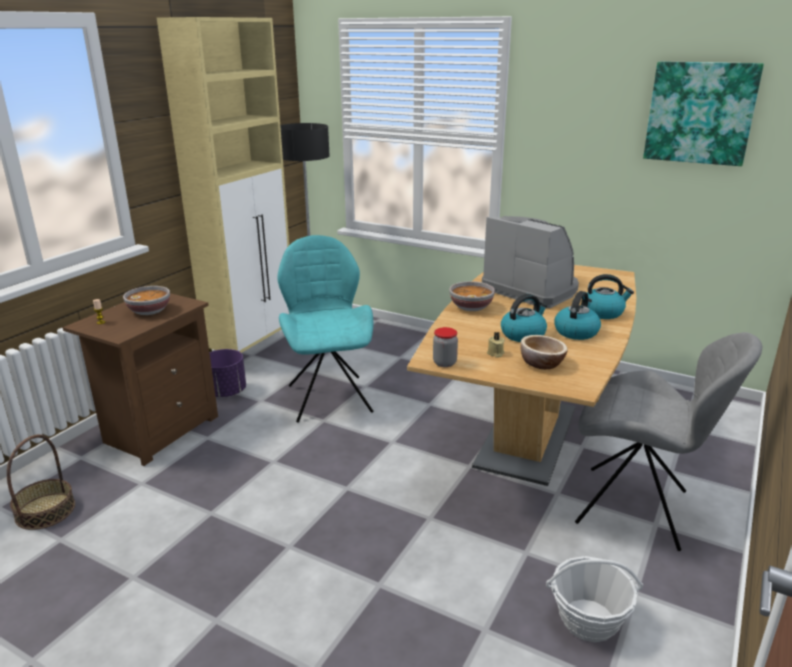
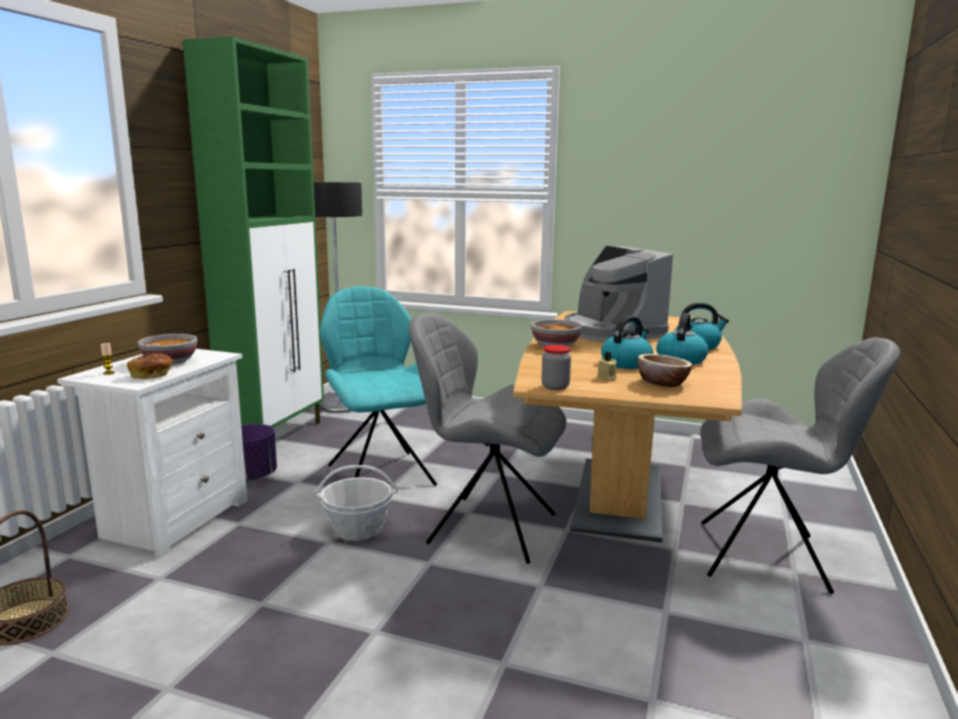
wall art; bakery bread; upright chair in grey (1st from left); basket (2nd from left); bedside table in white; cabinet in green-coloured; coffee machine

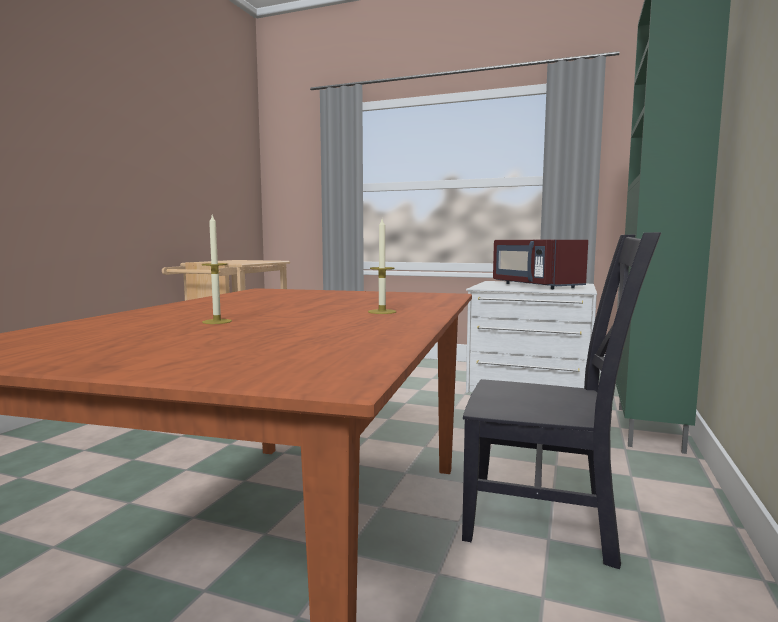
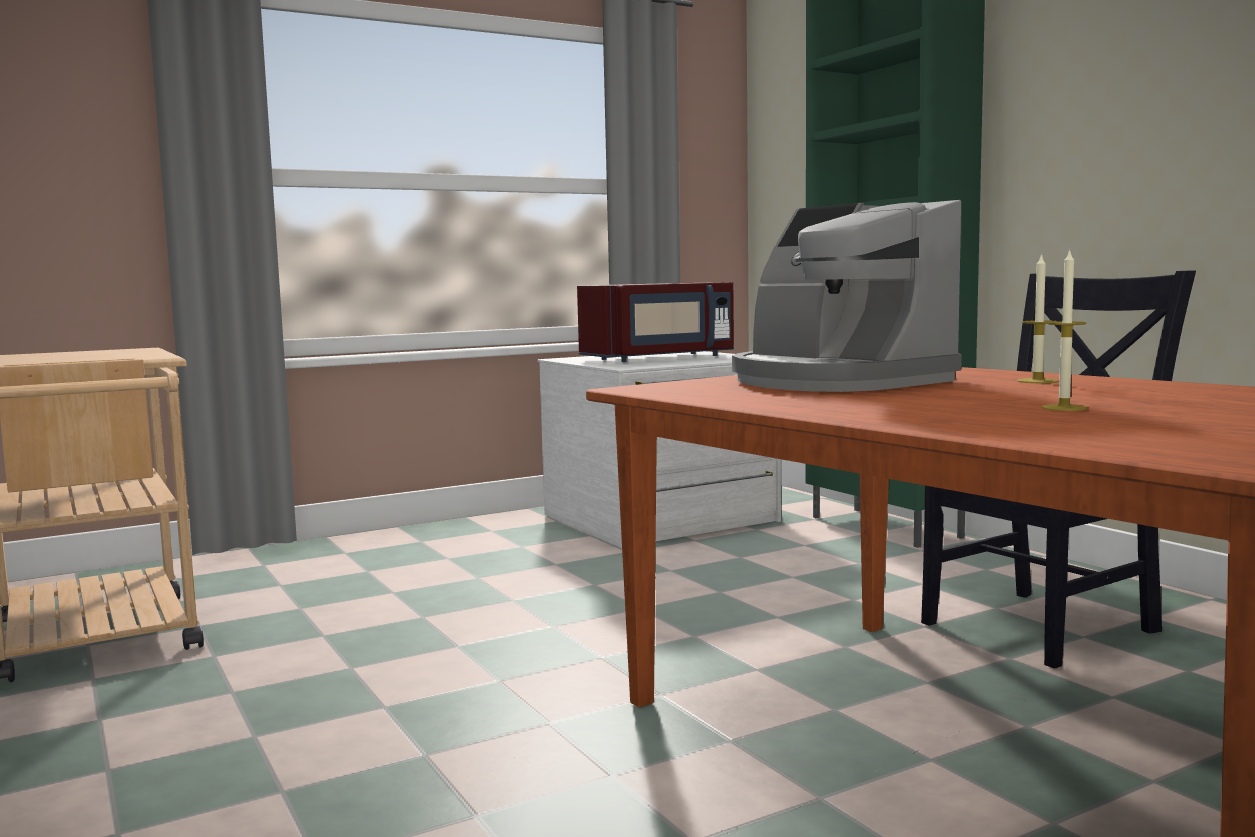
coffee machine; microwave in red

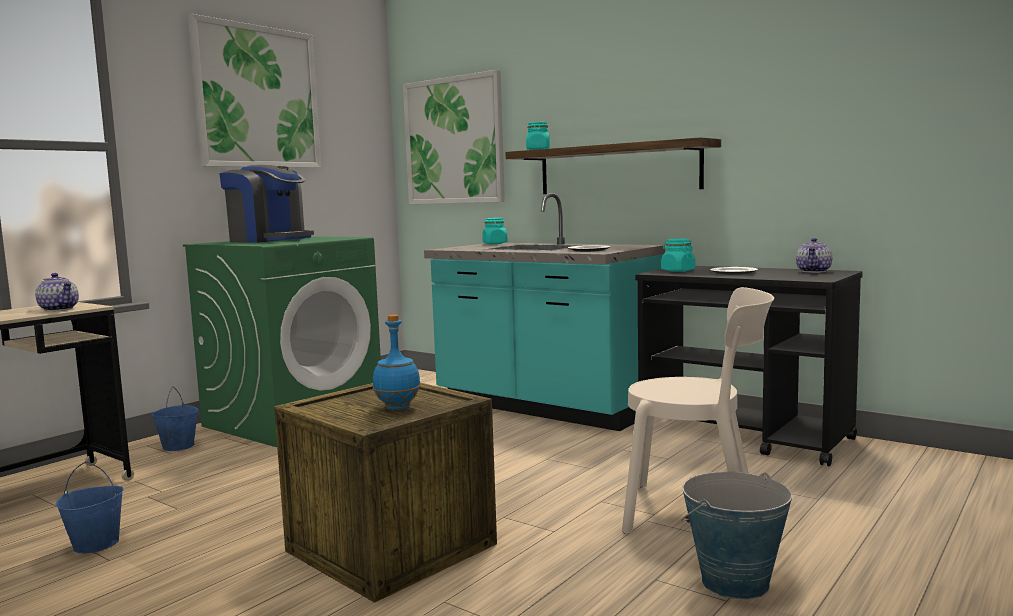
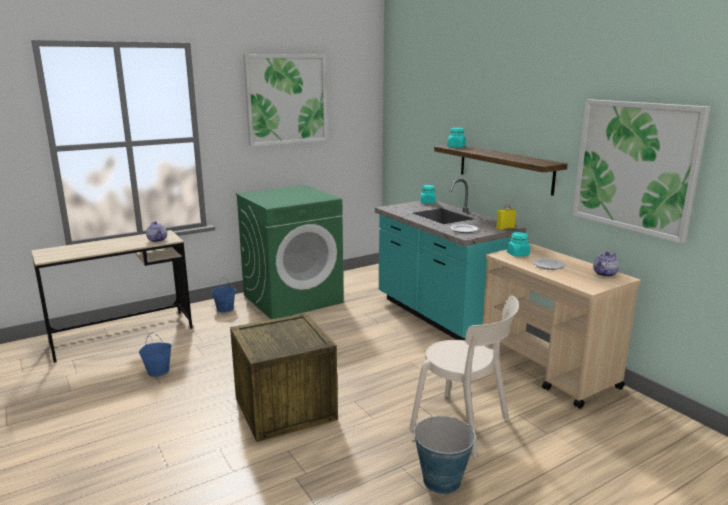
coffee machine; beverage bottle in bluish; beverage bottle in yellowish; wall art (2nd from left); cart in sand-coloured

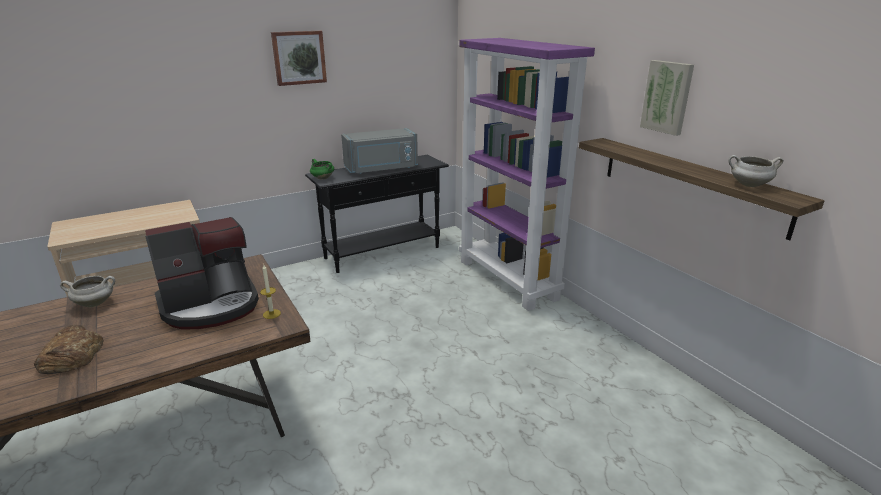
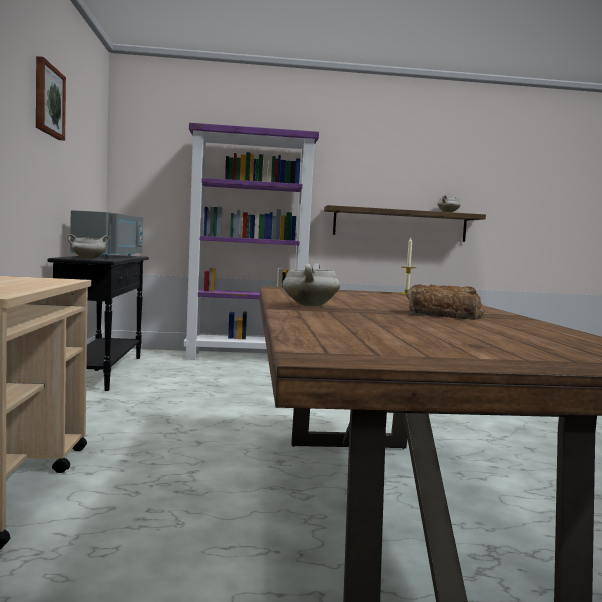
coffee machine; wall art (2nd from left in the first image); cooking pot in white (1st from left)

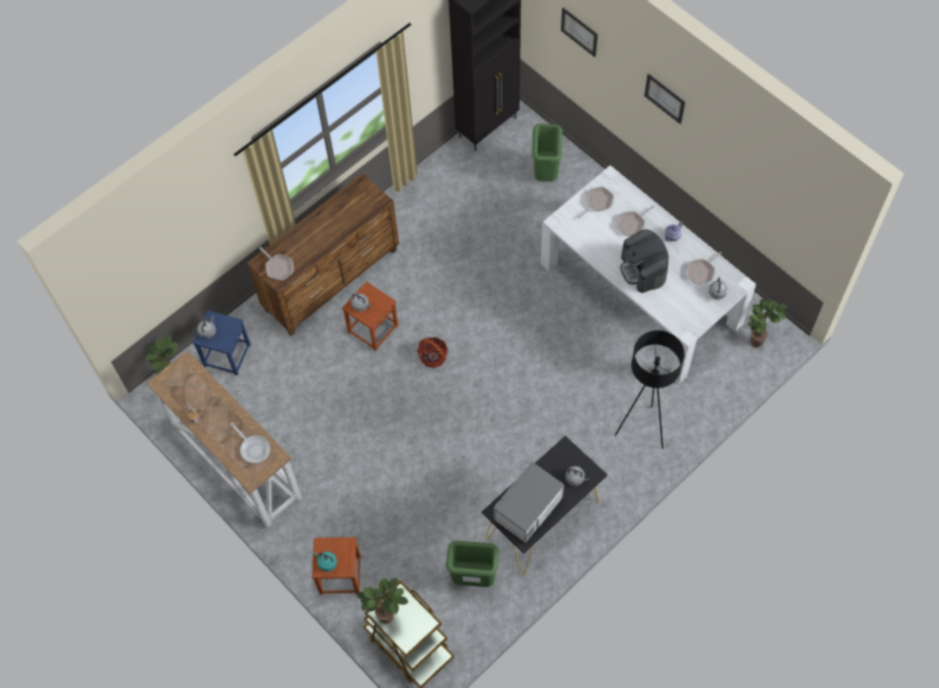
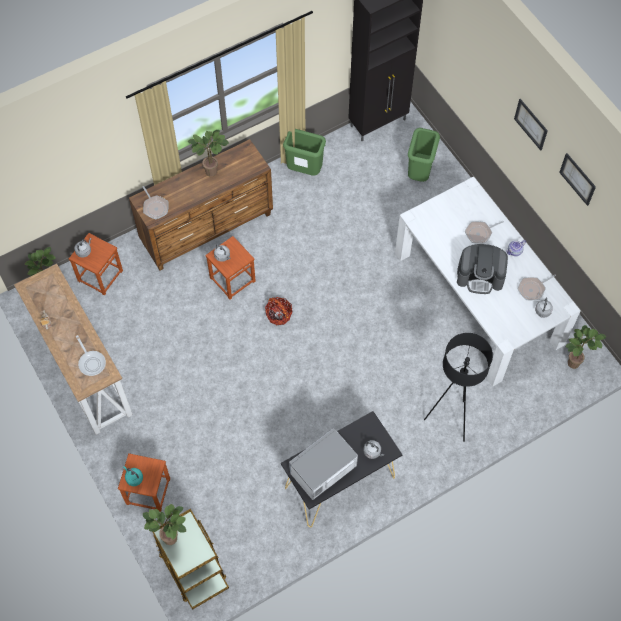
skillet (3rd from left in the first image); potted plant (3rd from left); trash can in green-coloured (1st from left); wall art (2nd from left); stool seat in brown-coloured (1st from left); coffee machine

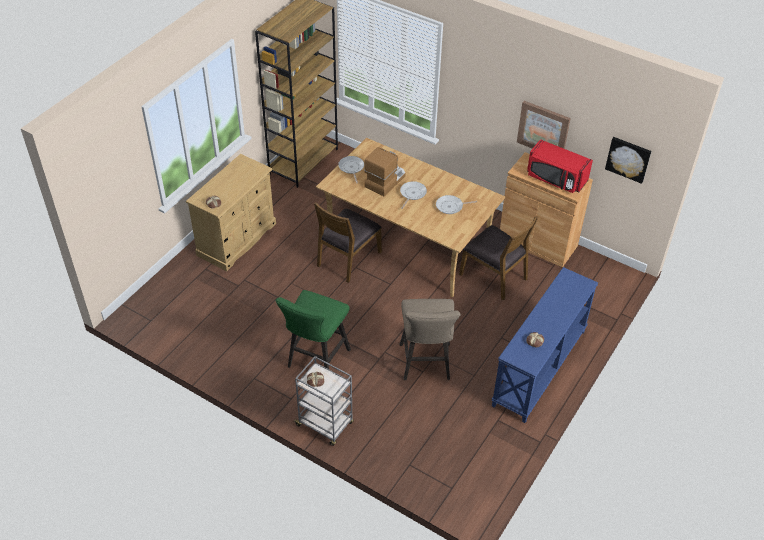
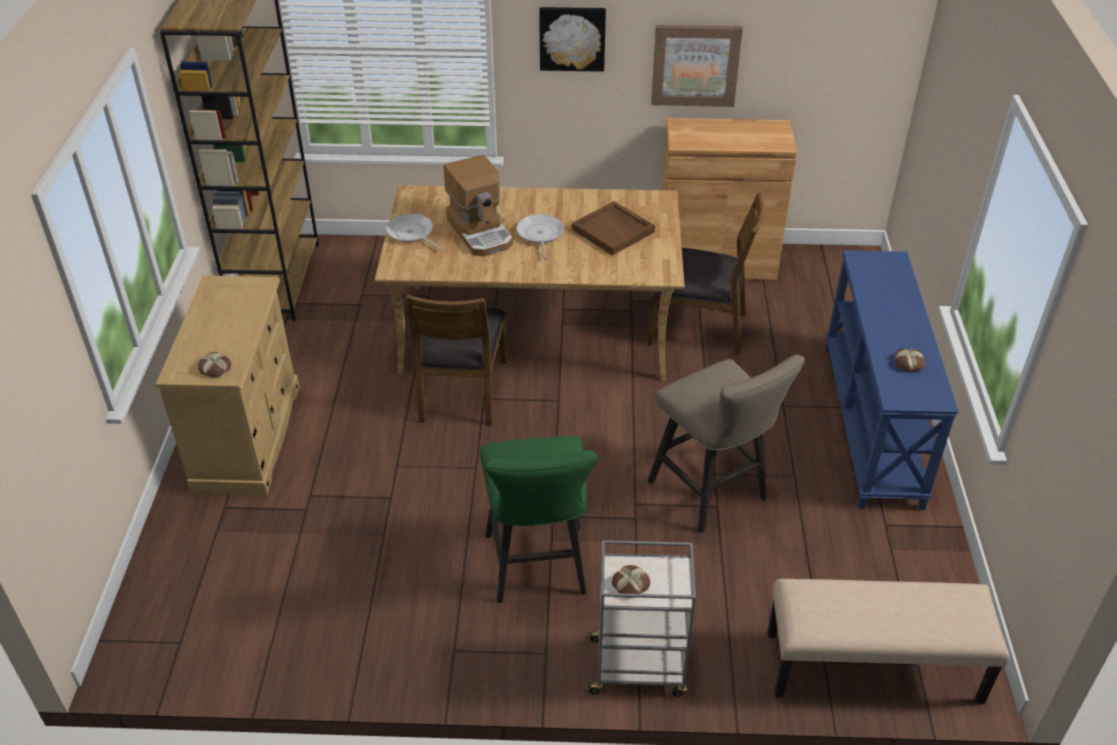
microwave in red; long seat in sand-coloured; wall art (1st from left); tray in brown-coloured; coffee machine

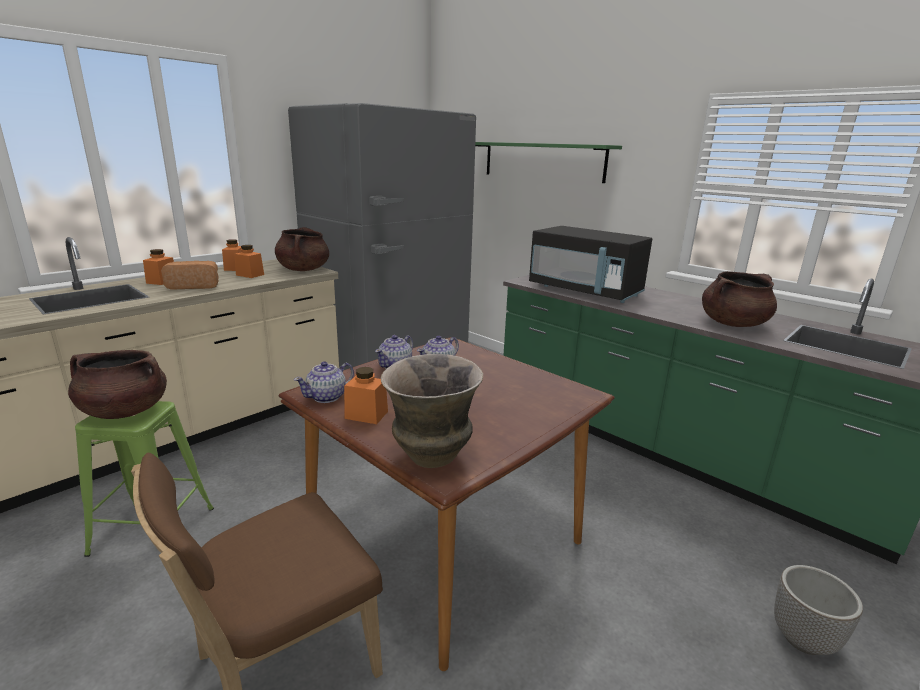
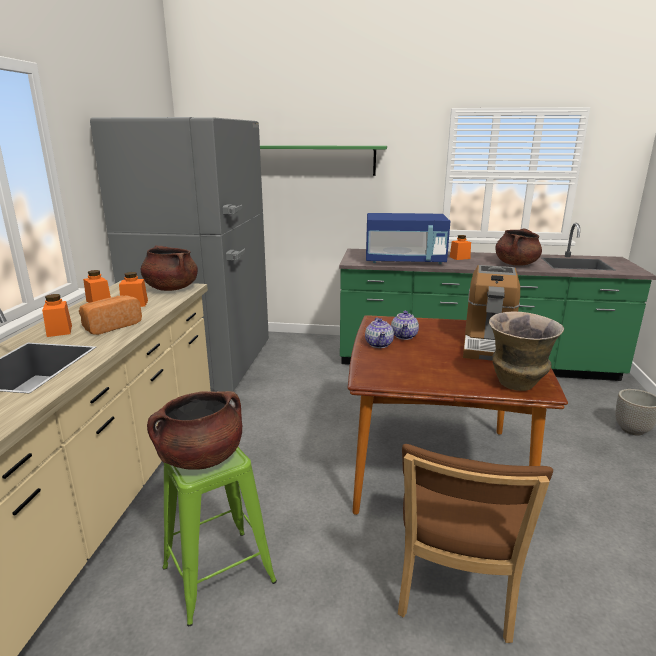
pot for tea (1st from left in the first image); coffee machine; preserve jar in orange-coloured (4th from left); microwave in bluish

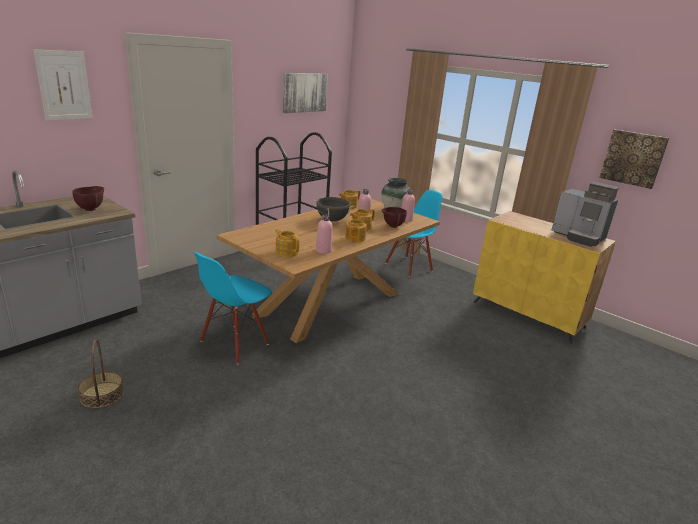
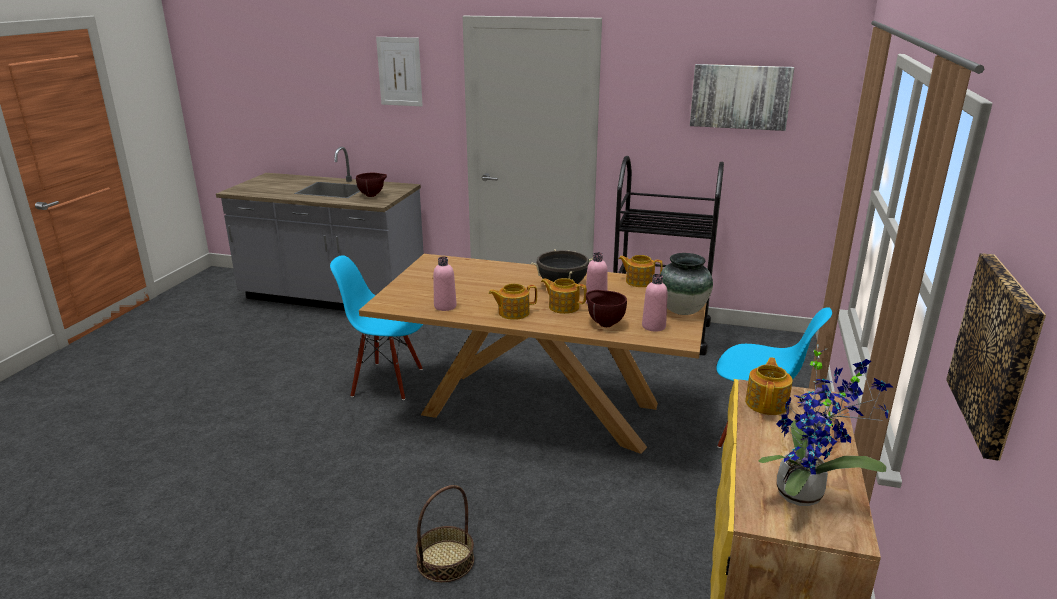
basket; pot for tea (4th from left); potted plant

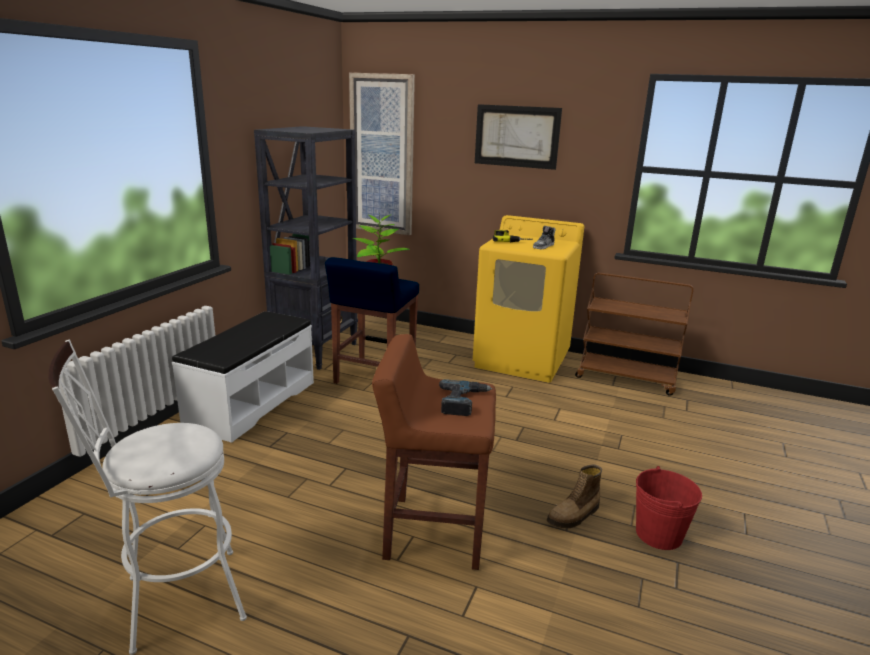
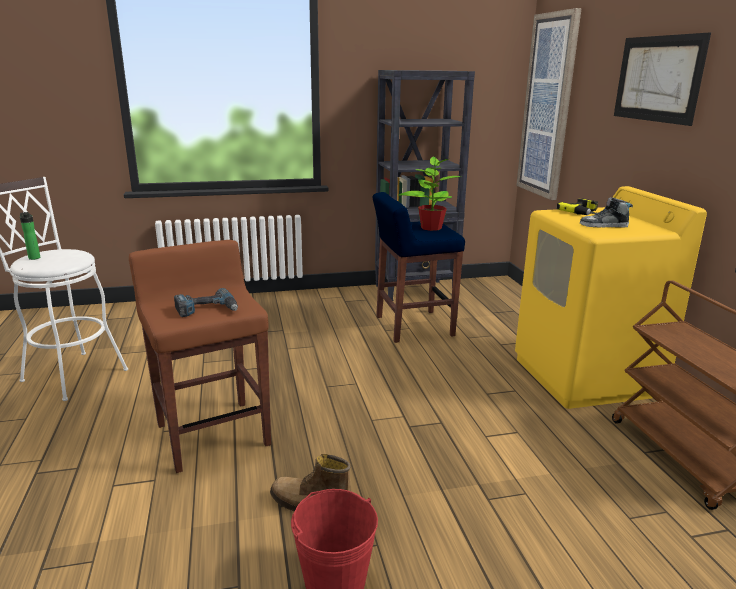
long seat in white; beverage bottle

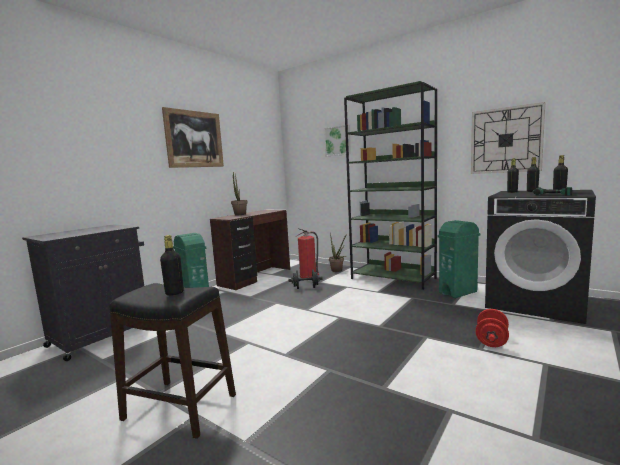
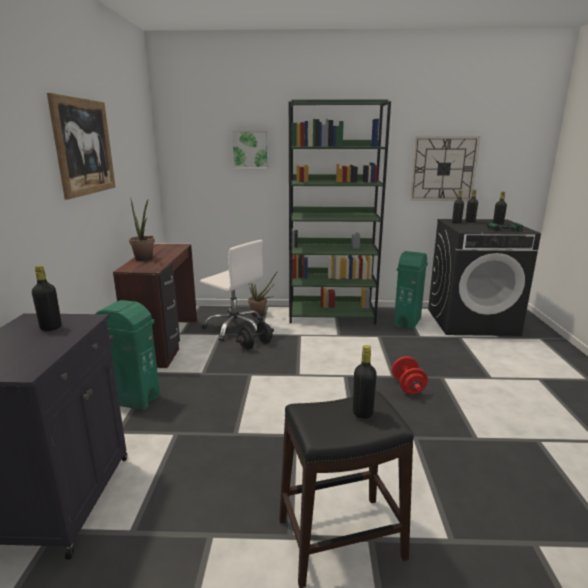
beverage bottle in black-coloured (1st from left); free weight in red; office chair in white

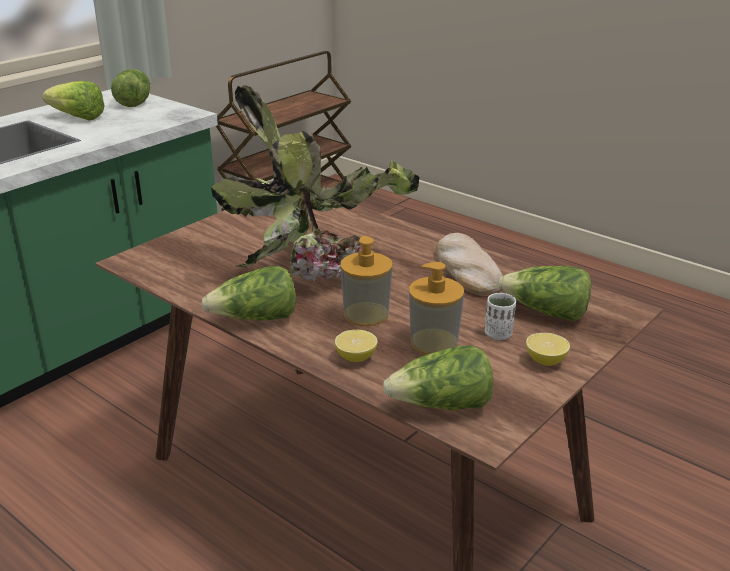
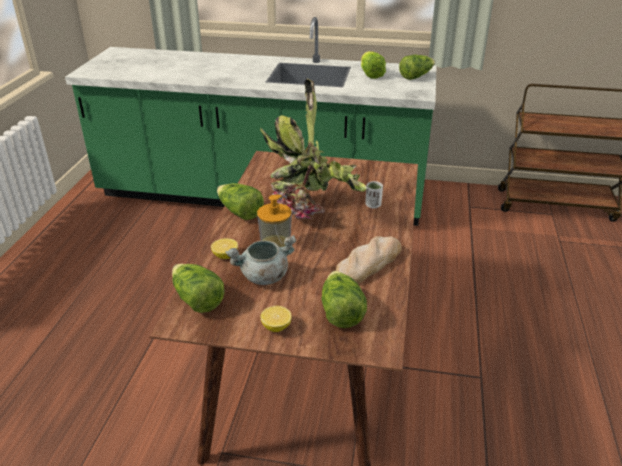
small cup in white; cooking pot in grey

